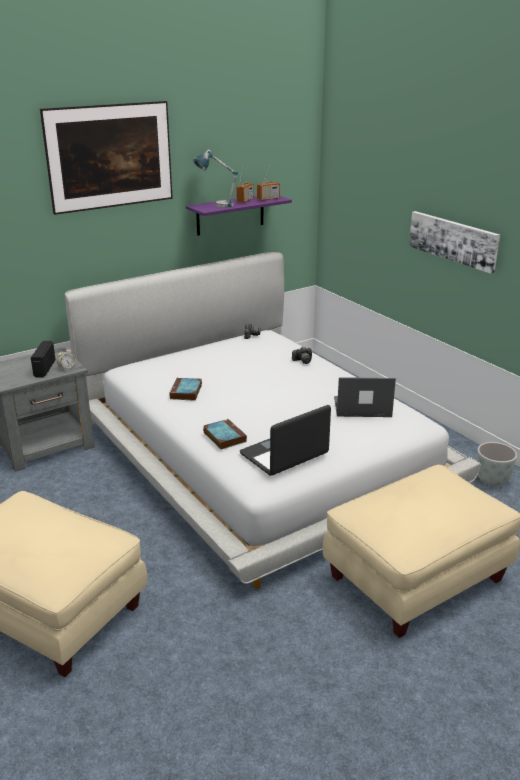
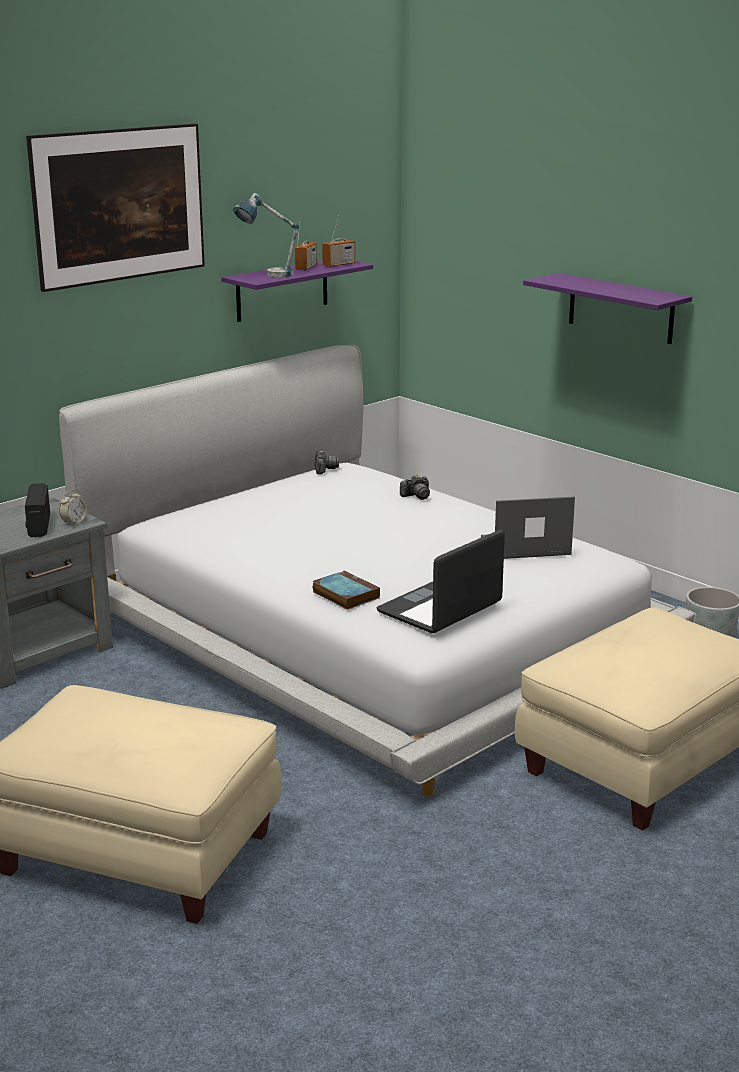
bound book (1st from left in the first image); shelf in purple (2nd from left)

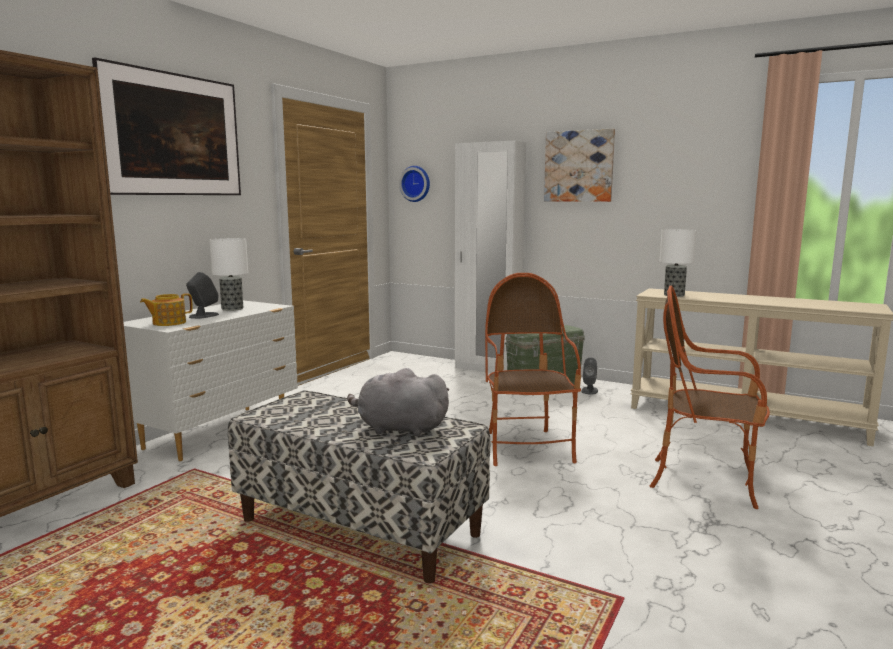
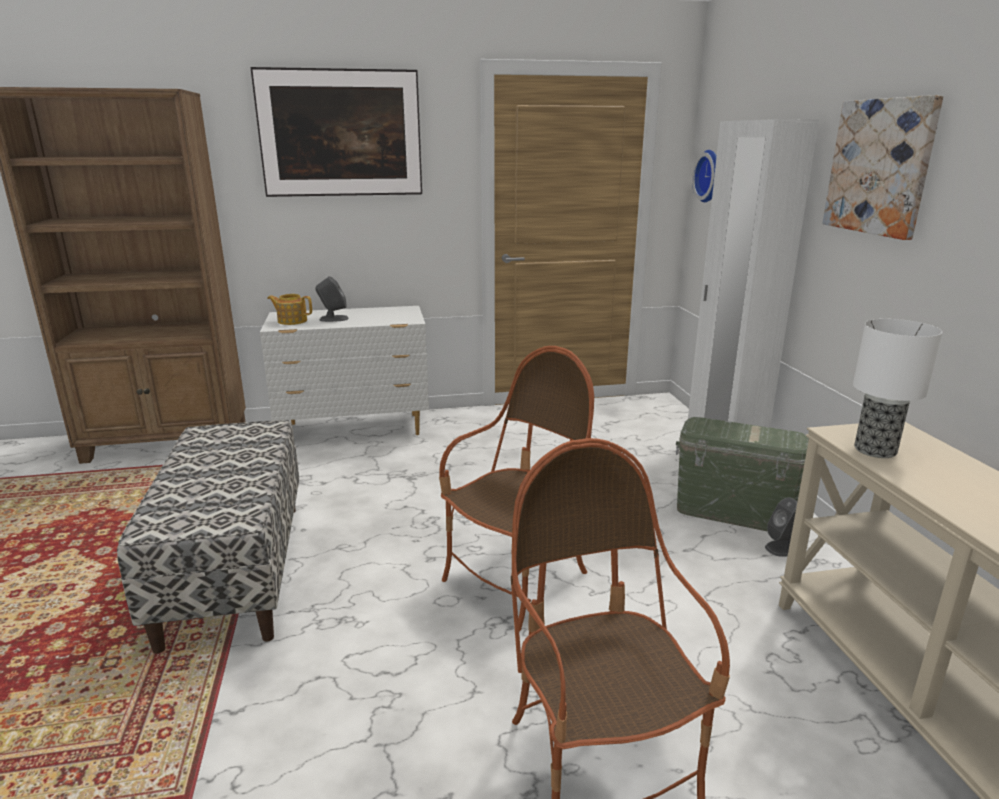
table lamp (1st from left in the first image); cuddly toy in grey

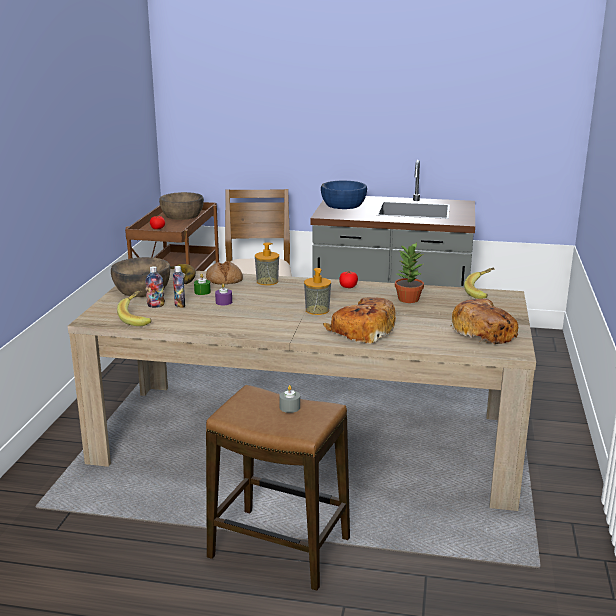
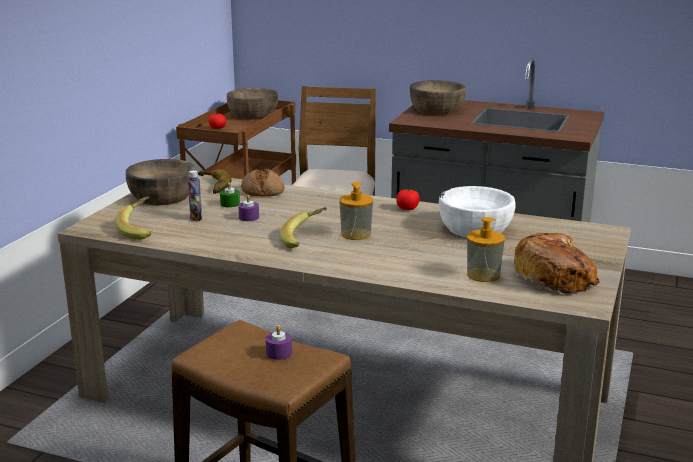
beverage bottle (1st from left in the first image); bakery bread (2nd from left in the first image); liquid soap bottle (2nd from left); whole banana (3rd from left); deep dish in white; wax light in purple (2nd from left); deep dish in brown-coloured (3rd from left)

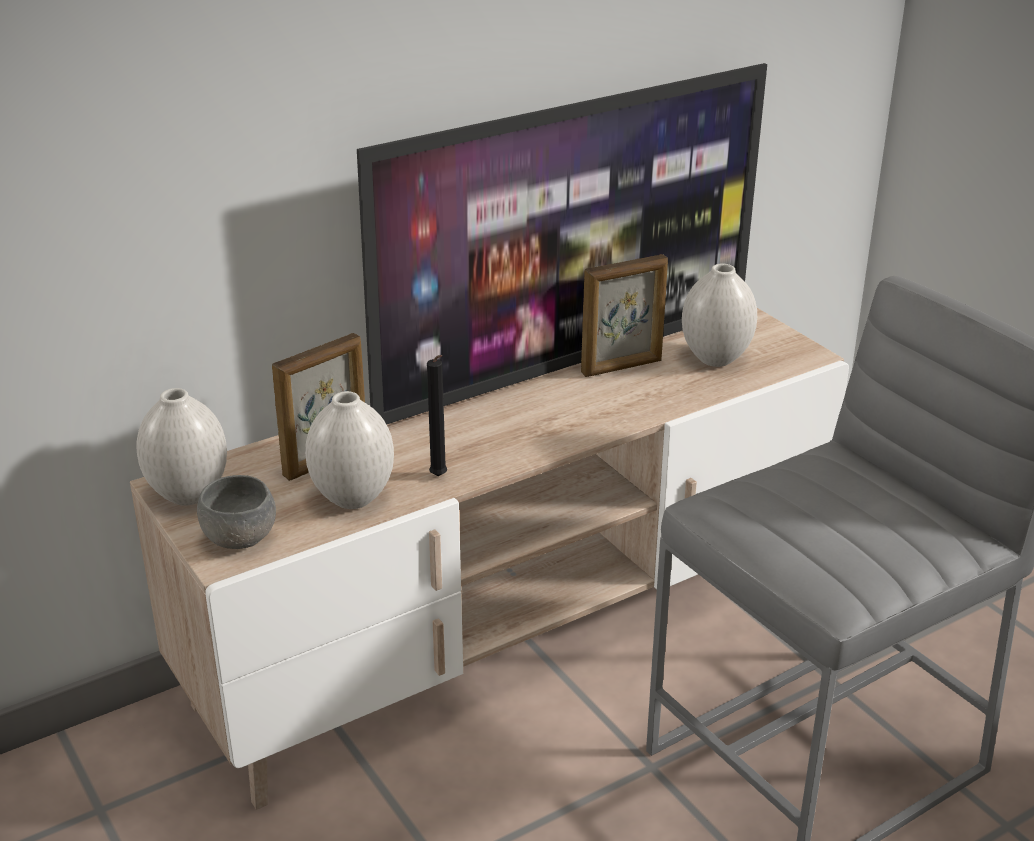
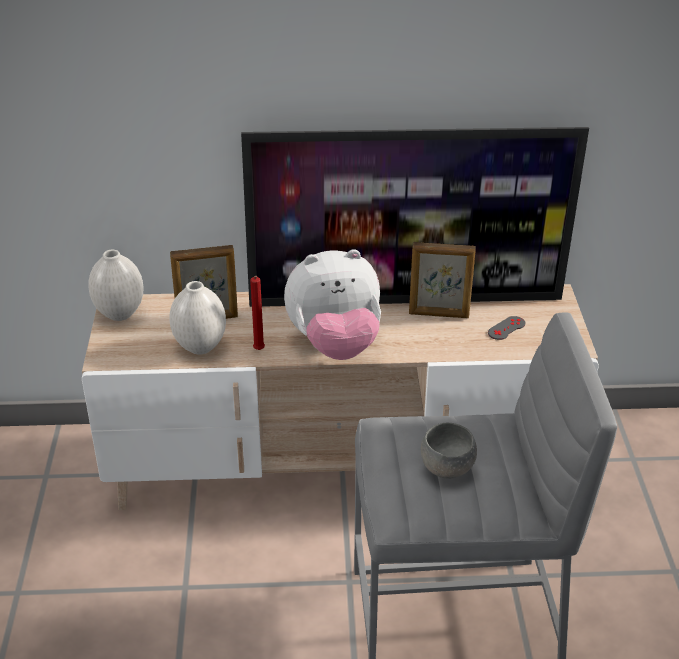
cuddly toy; deep dish in grey; game controller in grey; wax light in red

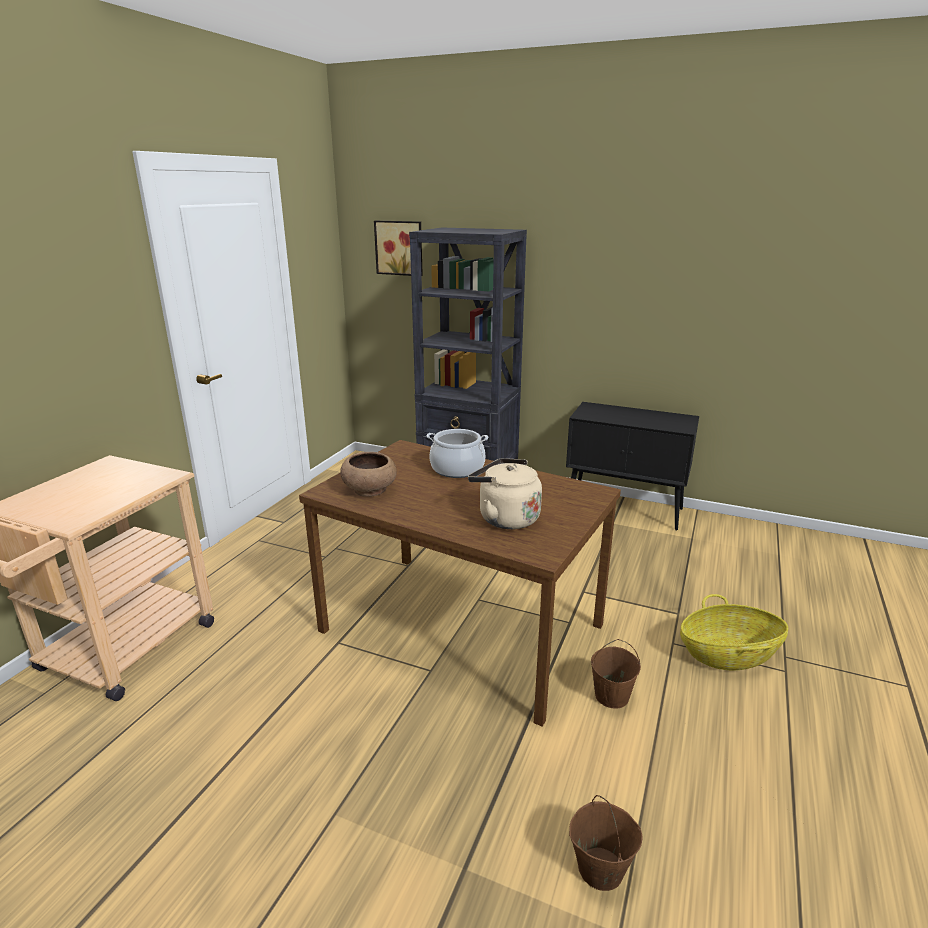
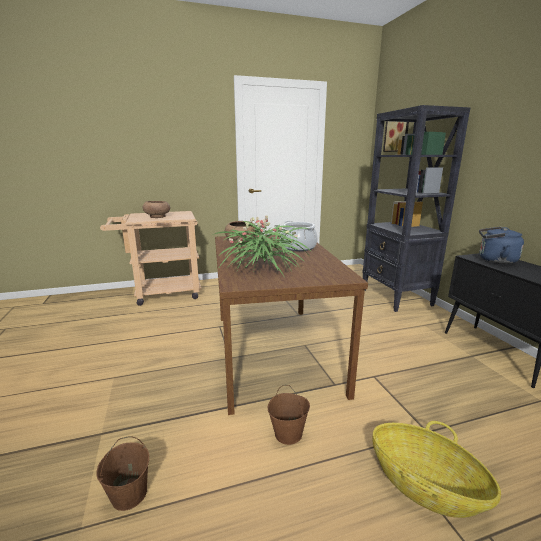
deep dish in brown-coloured (1st from left); tea kettle in bluish; potted plant

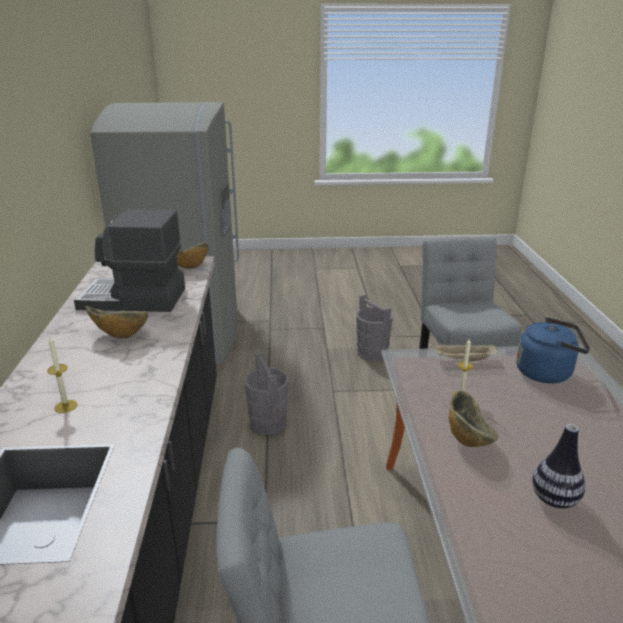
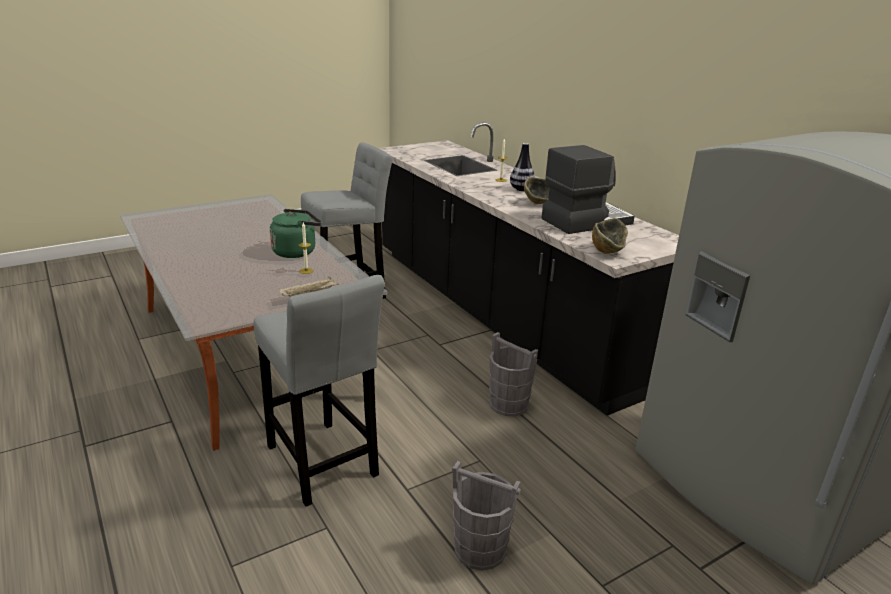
tea kettle in bluish; flower vase; tea kettle in green-coloured

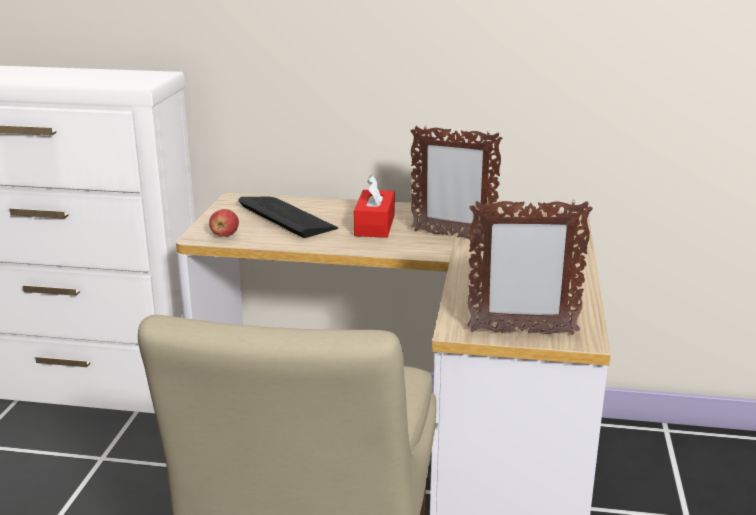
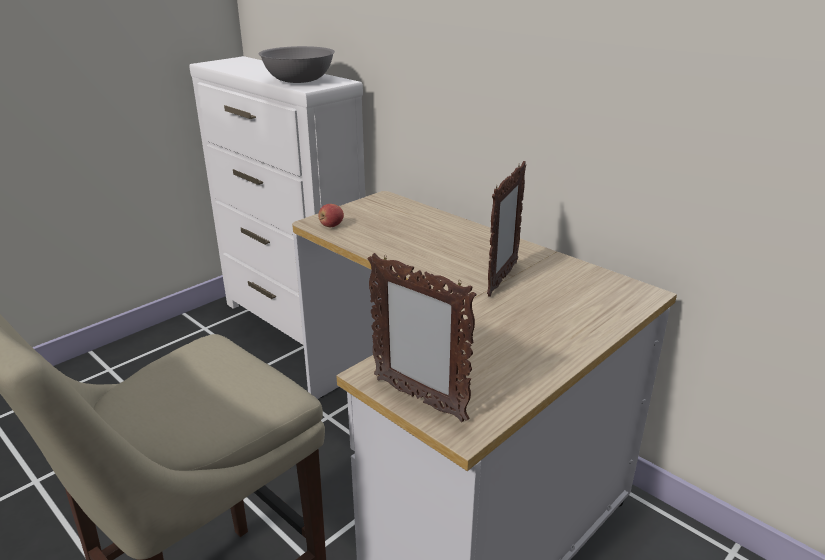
PC keyboard; tissue holder in red; deep dish in grey; picture frame (2nd from left)

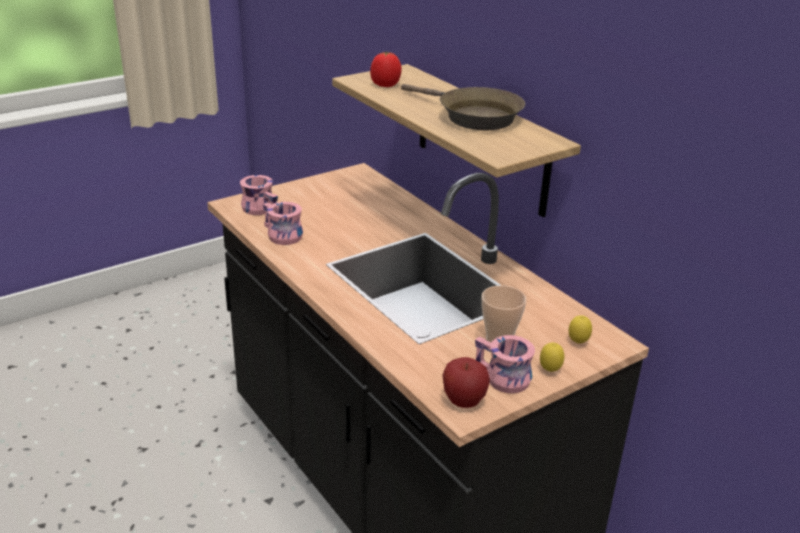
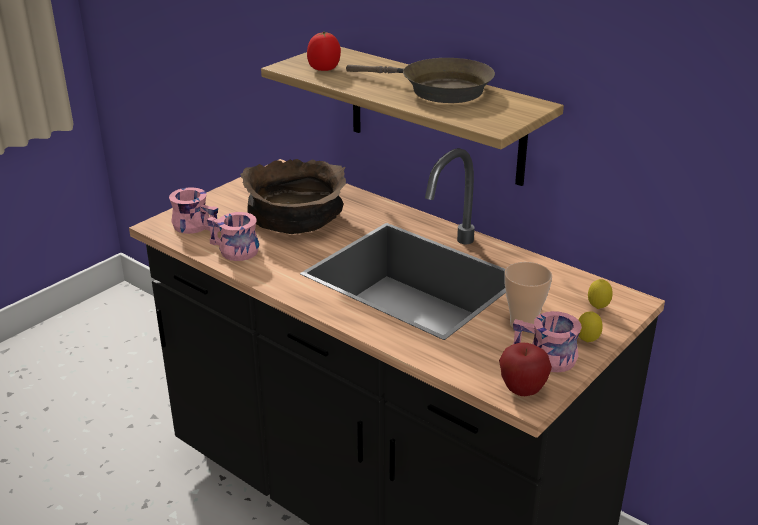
deep dish in brown-coloured

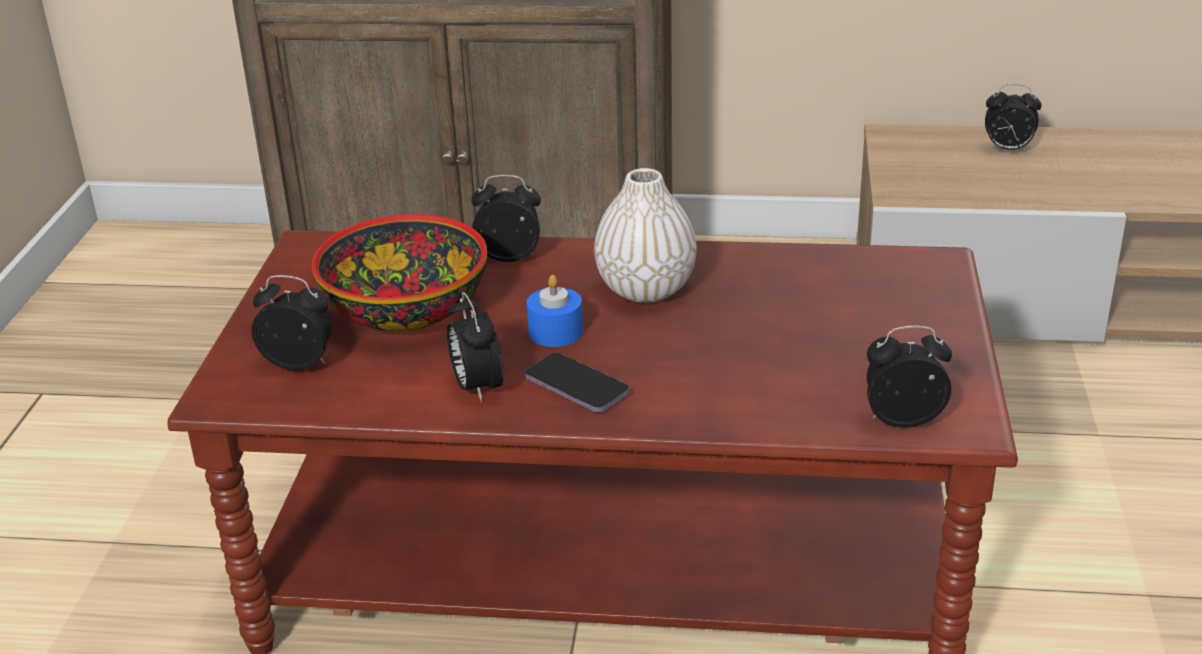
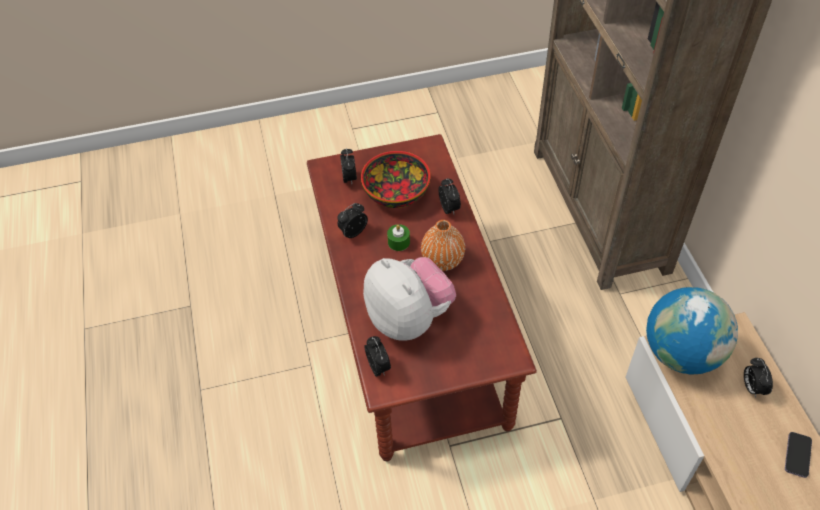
cuddly toy; globe; telephone; wax light in green-coloured; flower vase in orange-coloured

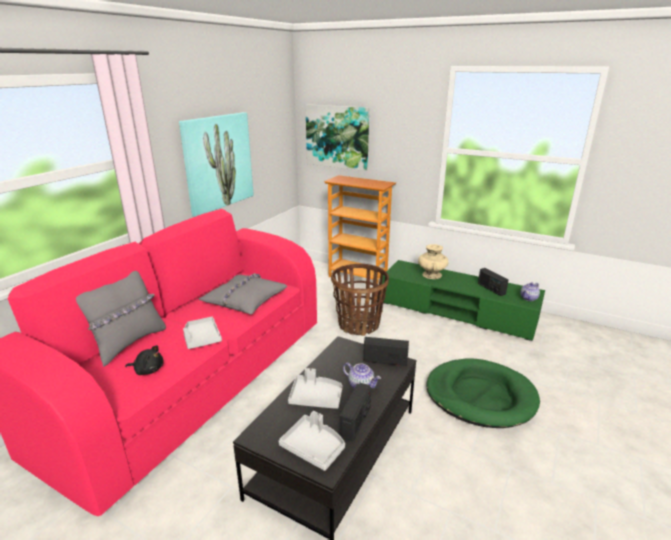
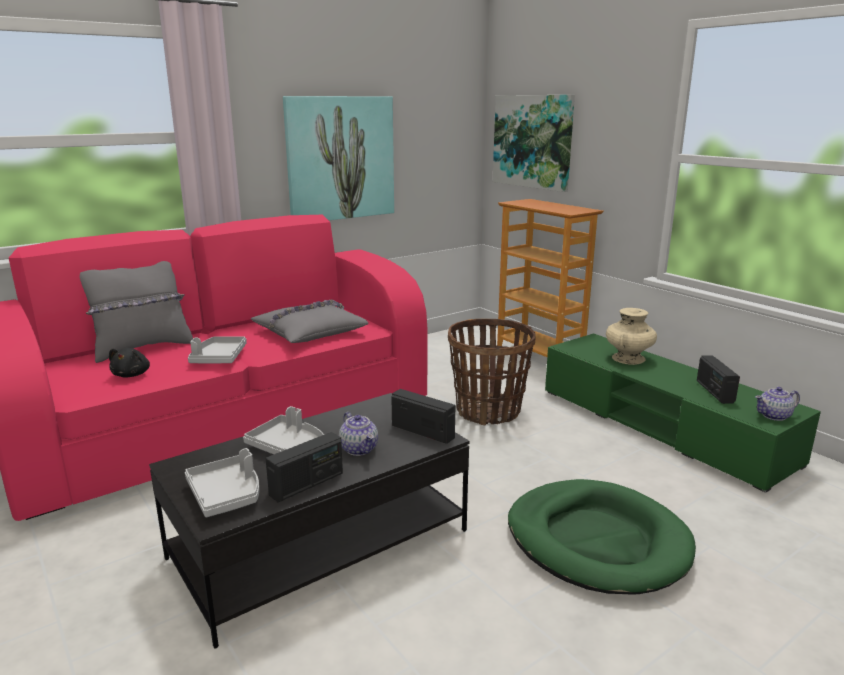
cuddly toy in black-coloured

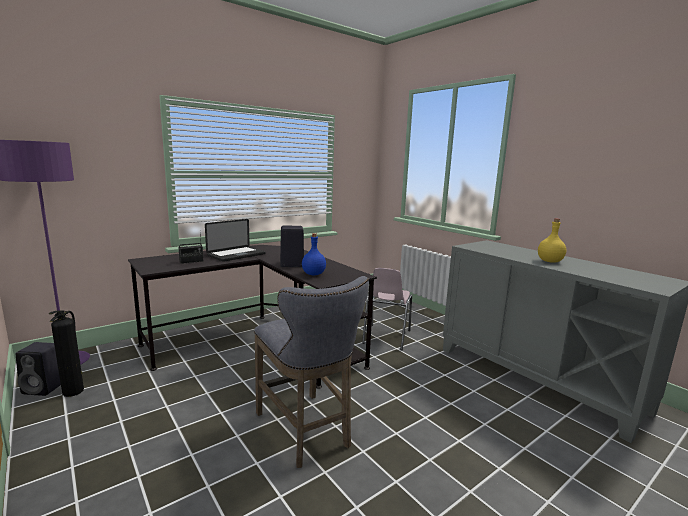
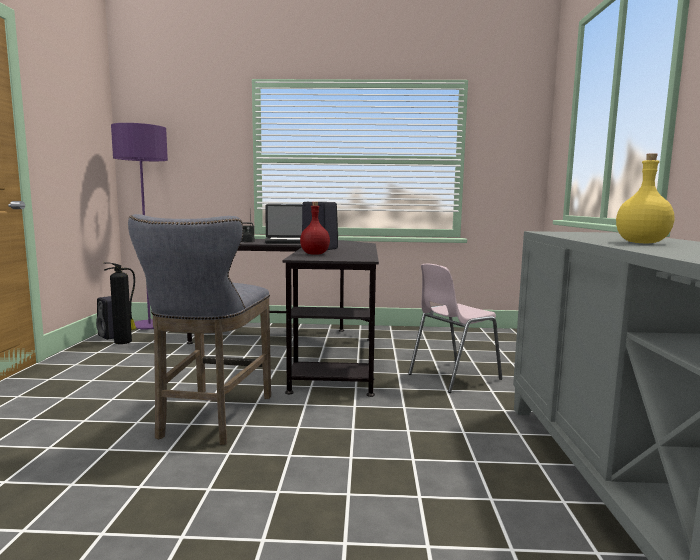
beverage bottle in red

